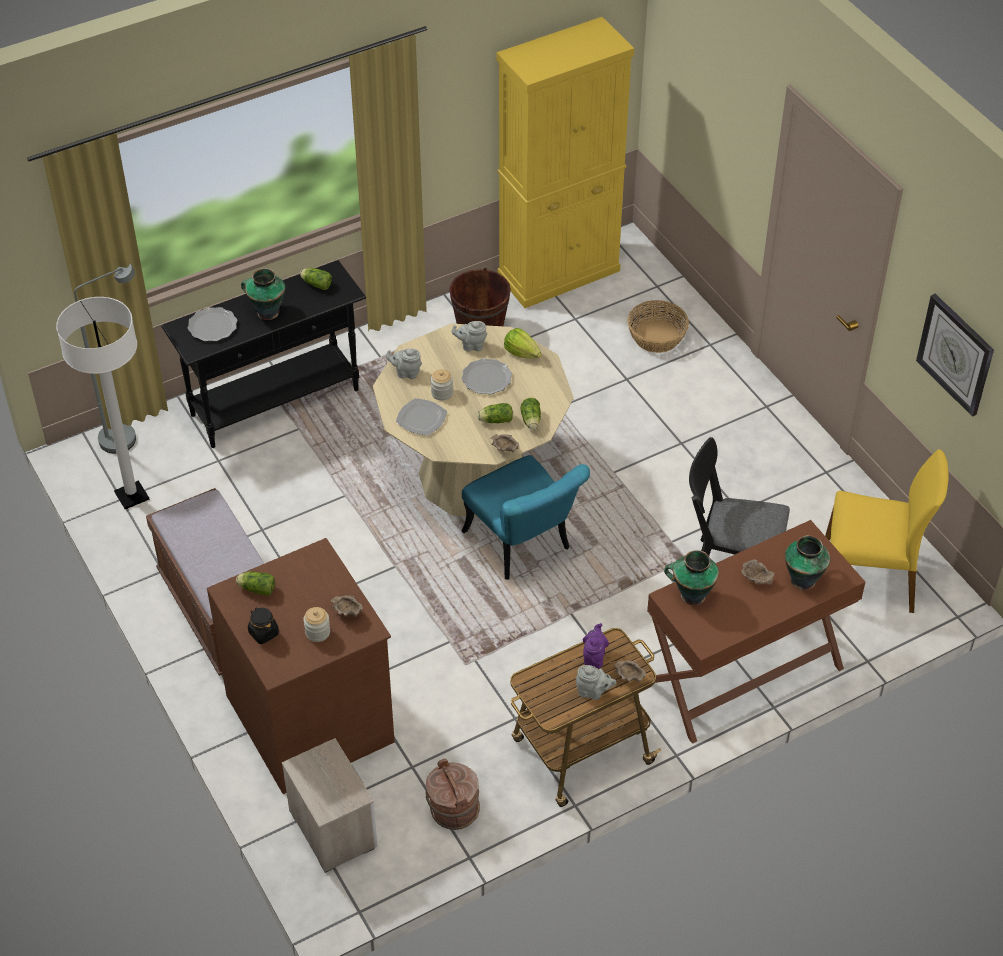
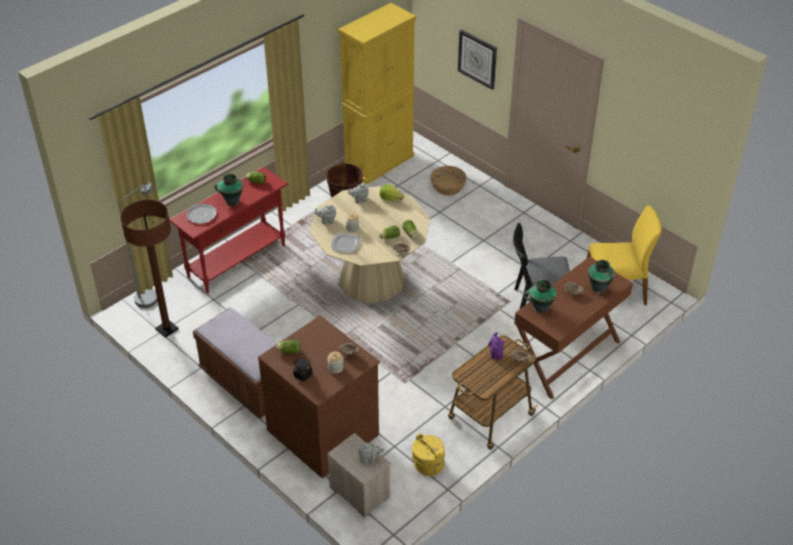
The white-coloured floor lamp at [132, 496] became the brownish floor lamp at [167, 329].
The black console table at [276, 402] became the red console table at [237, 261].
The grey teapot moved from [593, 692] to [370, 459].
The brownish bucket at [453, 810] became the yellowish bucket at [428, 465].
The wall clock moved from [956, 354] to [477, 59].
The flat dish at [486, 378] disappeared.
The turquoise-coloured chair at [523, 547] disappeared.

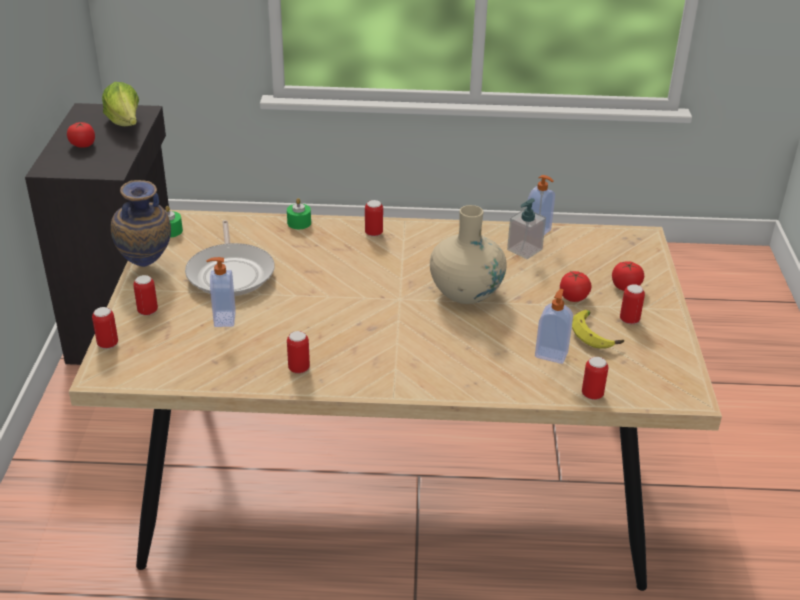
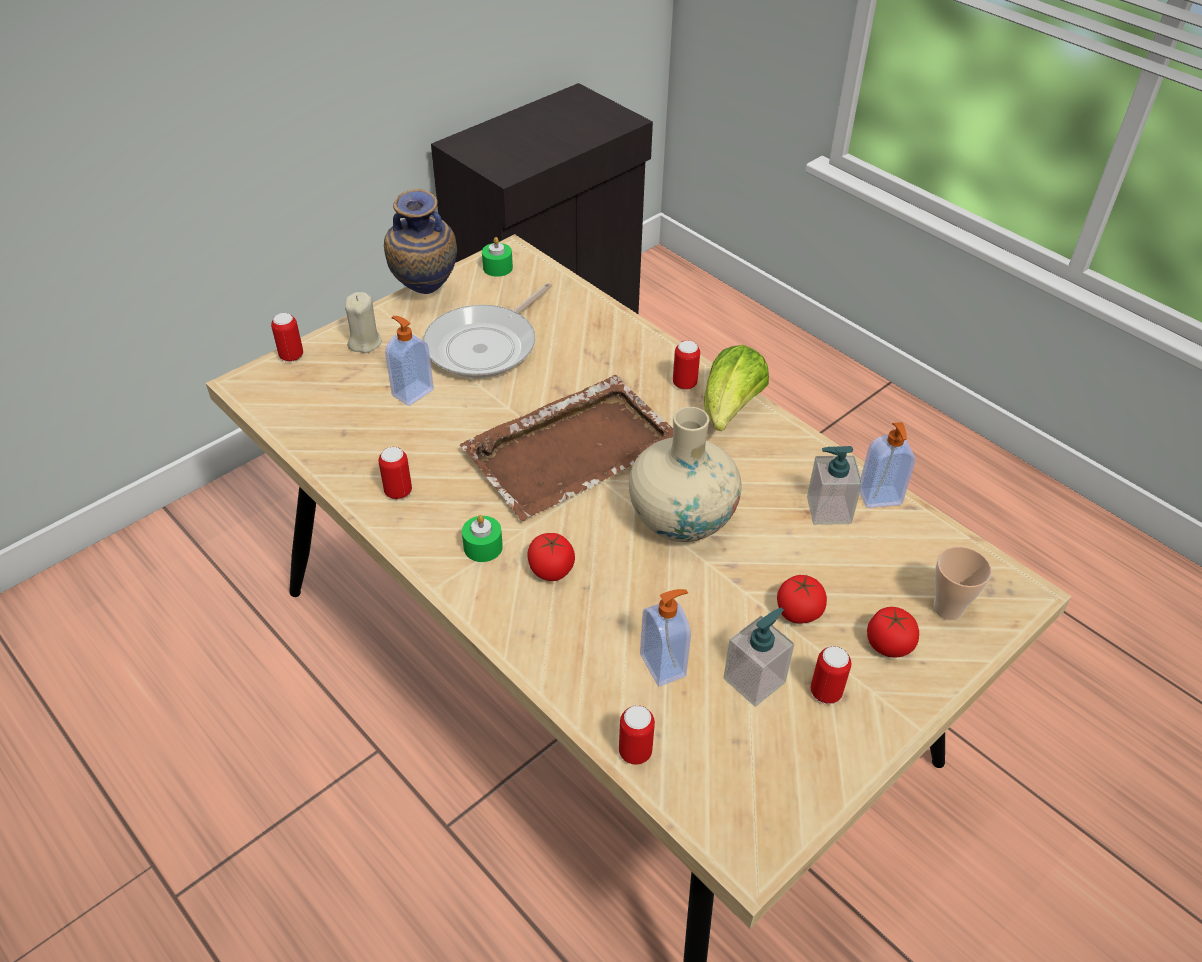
The can at [148, 311] was replaced by the sand-coloured wax candle at [365, 342].
The brownish serving tray at [574, 449] appeared.
The green wax candle moved from [299, 223] to [483, 547].
The tomato moved from [83, 145] to [551, 569].
The lettuce head moved from [125, 124] to [730, 411].
The whole banana at [596, 334] was replaced by the soap bottle at [754, 680].
The small cup at [948, 608] appeared.

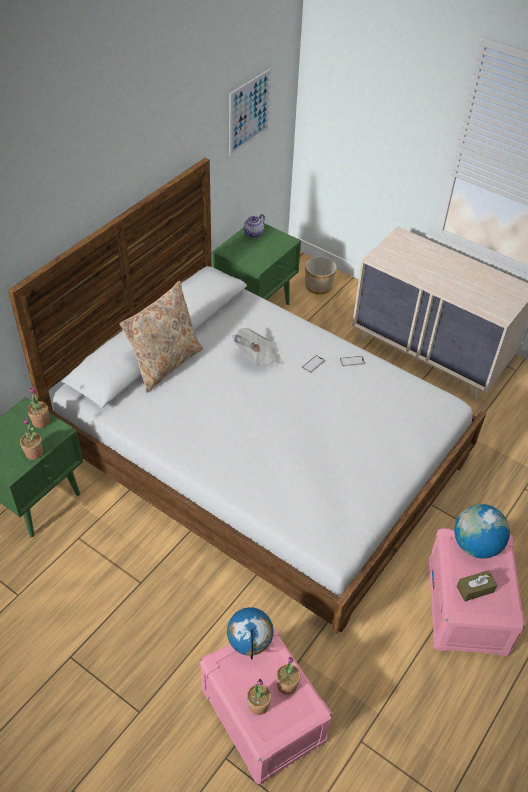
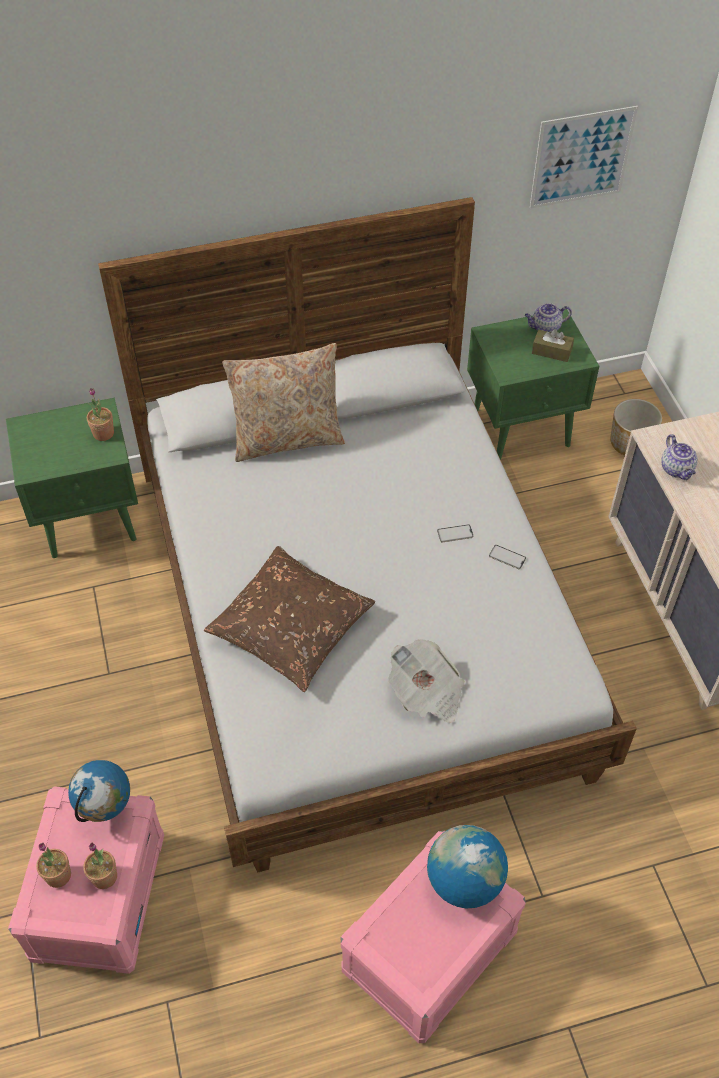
The brownish pillow at [291, 626] appeared.
The newspaper moved from [258, 357] to [426, 693].
The brownish tissue box moved from [475, 589] to [551, 351].
The teapot at [677, 469] appeared.
The potted plant at [34, 453] disappeared.

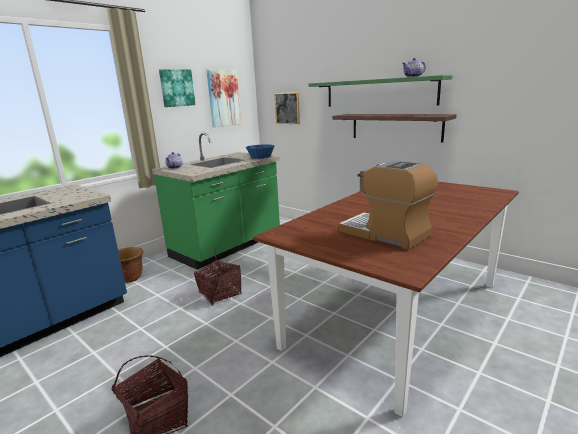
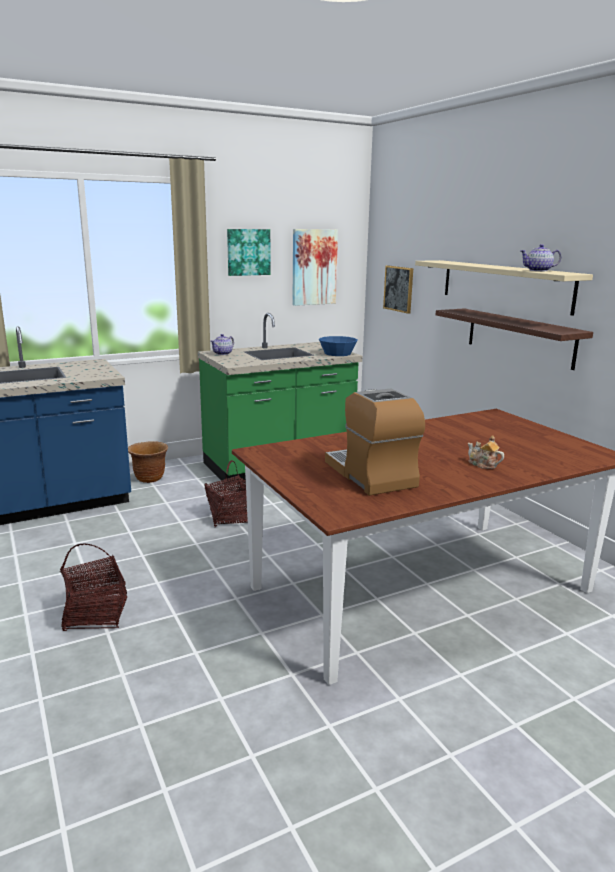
The green bracket shelf at [379, 93] became the sand-coloured bracket shelf at [504, 285].
The teapot at [483, 464] appeared.

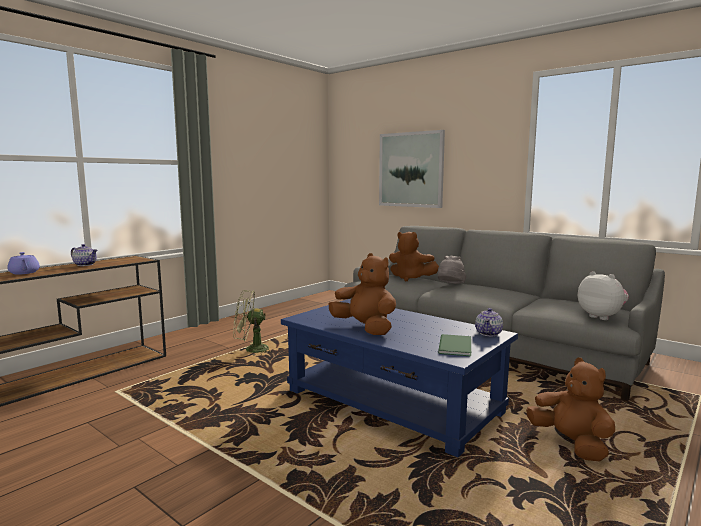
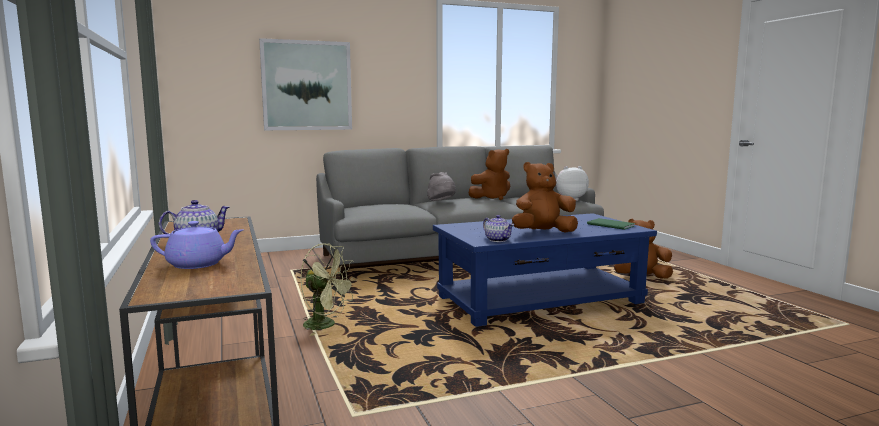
The green cooling fan at [251, 350] turned 90 degrees counterclockwise.
The brownish soft toy moved from [410, 278] to [491, 198].
The teapot moved from [489, 333] to [498, 240].

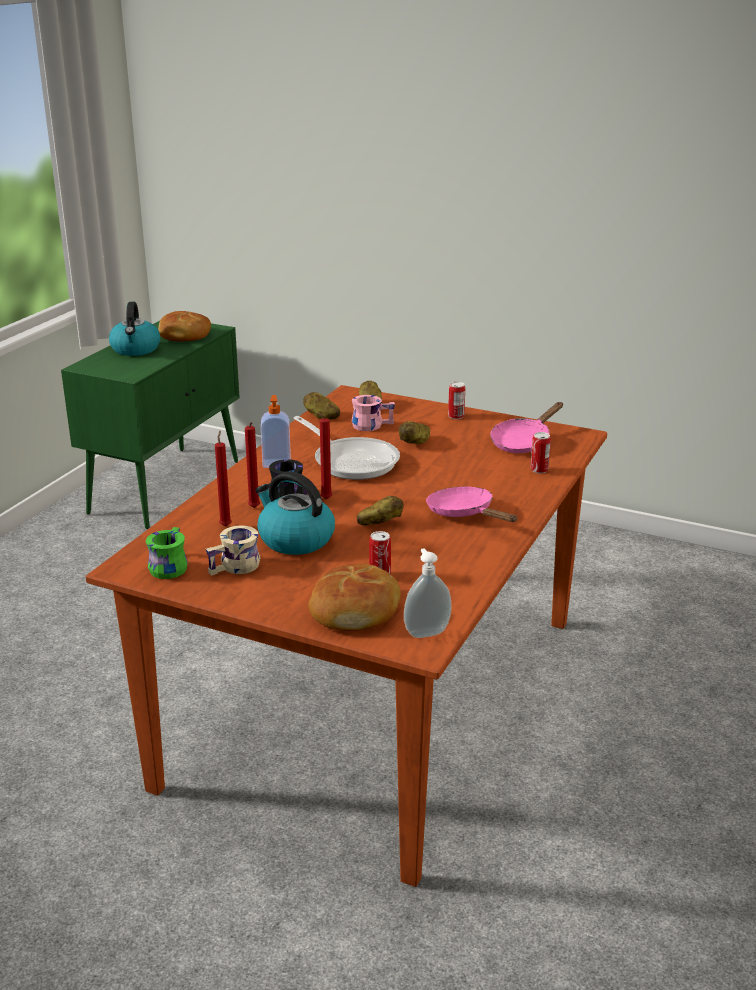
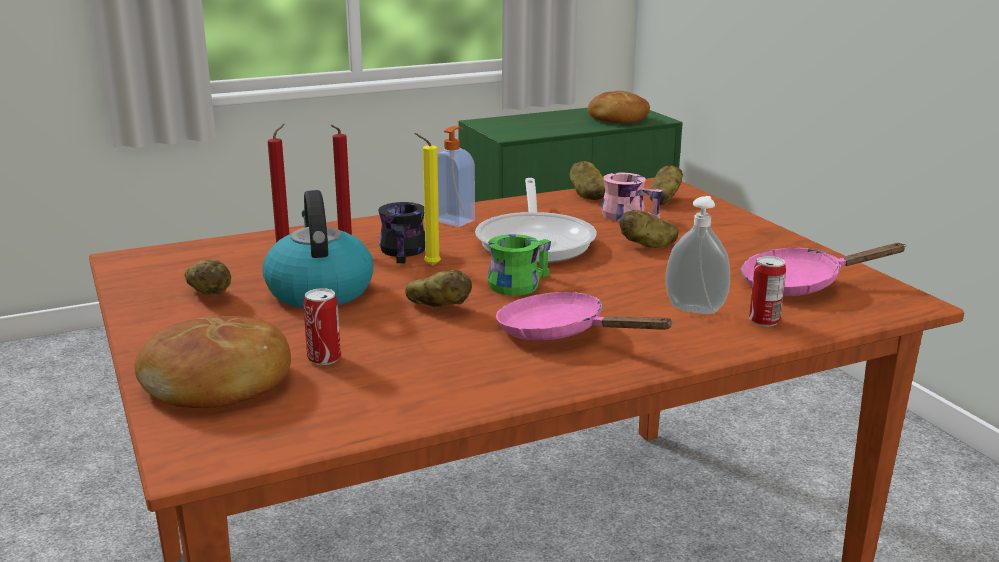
The sand-coloured coffee mug at [236, 568] was replaced by the spud at [209, 295].
The red wax candle at [324, 499] became the yellowish wax candle at [429, 266].
The green coffee mug moved from [167, 566] to [517, 283].
The pinkish pan at [464, 513] turned 60 degrees counterclockwise.
The soap bottle moved from [426, 632] to [695, 308].
The kettle at [136, 349] disappeared.
The can at [456, 416] disappeared.

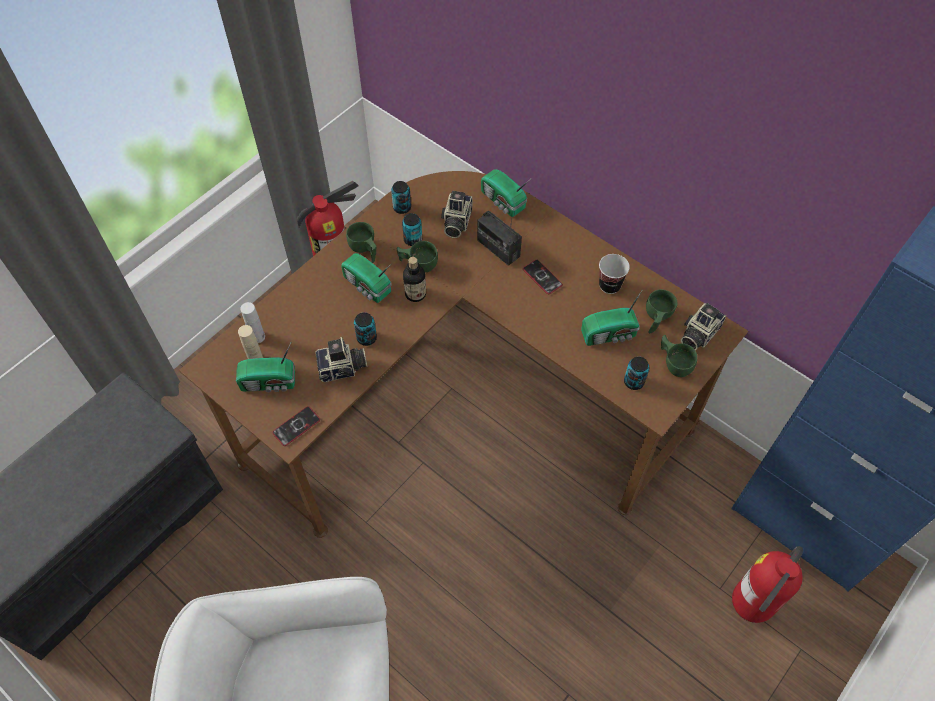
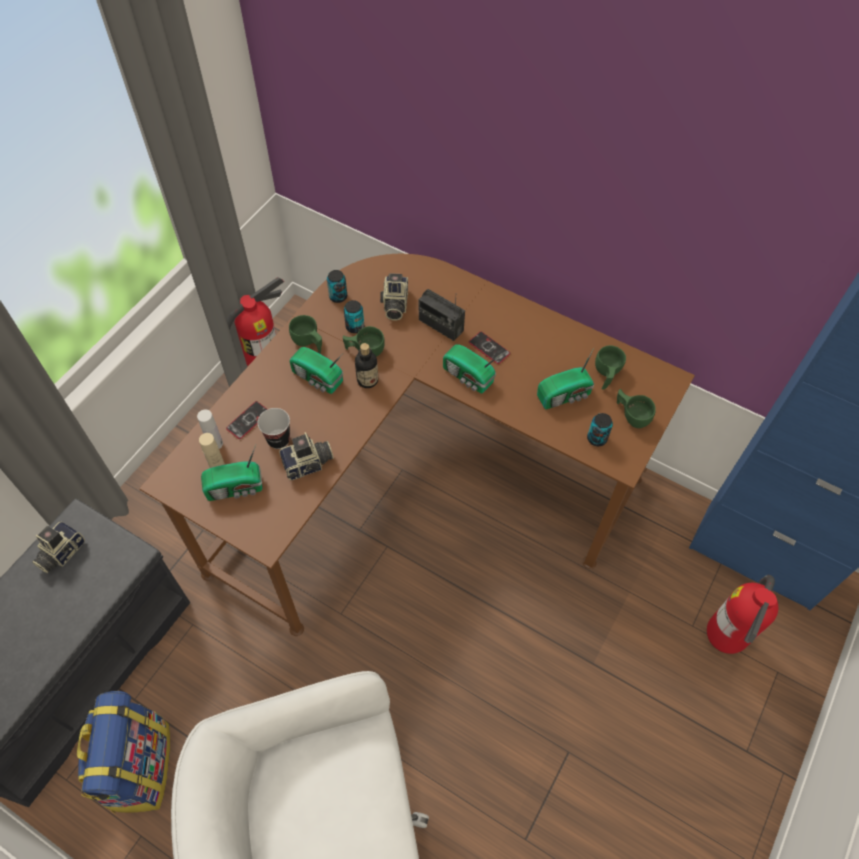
The photo camera moved from [697, 334] to [60, 552].
The rucksack at [139, 766] appeared.
The phone moved from [296, 426] to [248, 420].
The small cup moved from [609, 285] to [278, 439].
The radio receiver moved from [503, 202] to [468, 377].
The can at [366, 338] disappeared.

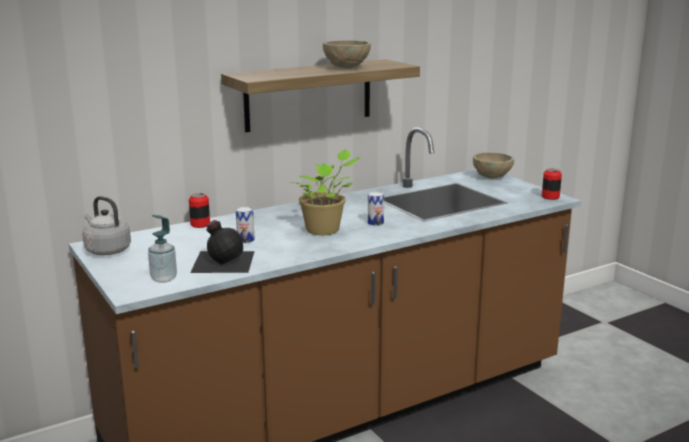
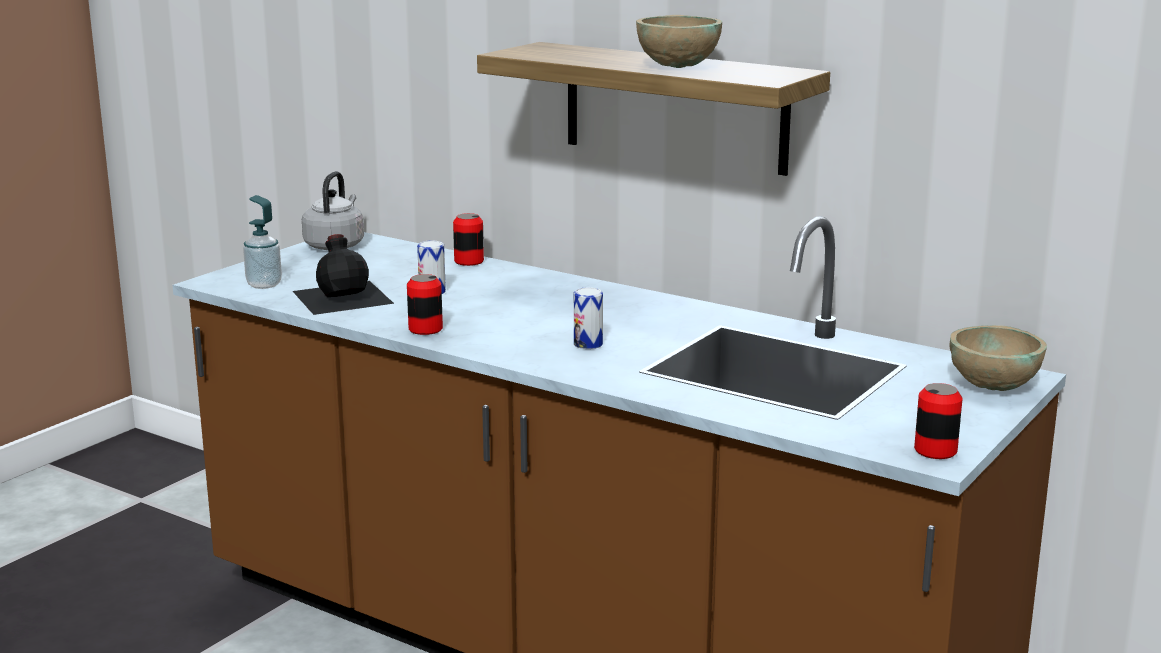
The can at [425, 329] appeared.
The potted plant at [325, 230] disappeared.

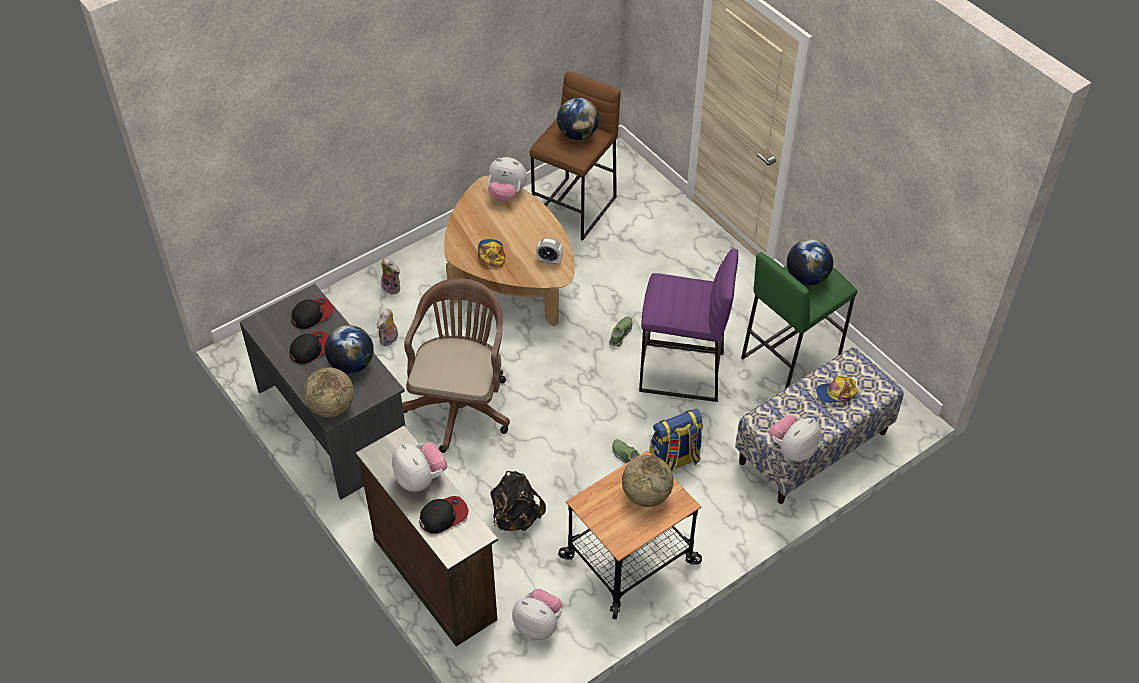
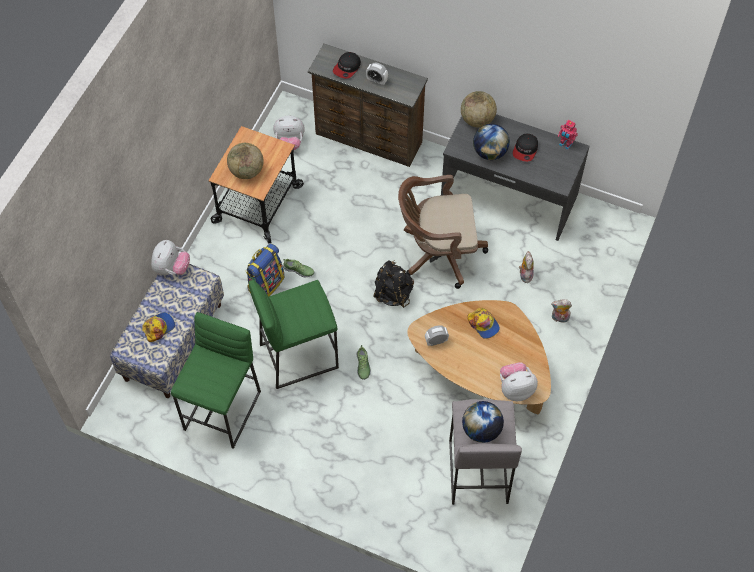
The purplish stool at [681, 373] became the green stool at [298, 355].
The soft toy at [420, 479] was replaced by the alarm clock at [377, 81].
The black rucksack moved from [516, 517] to [392, 293].
The brownish computer chair at [461, 403] turned 105 degrees clockwise.
The brownish stool at [575, 209] became the grey stool at [477, 471].
The toy robot at [565, 145] appeared.
The peaked cap at [312, 314] disappeared.
The world globe at [806, 278] disappeared.

